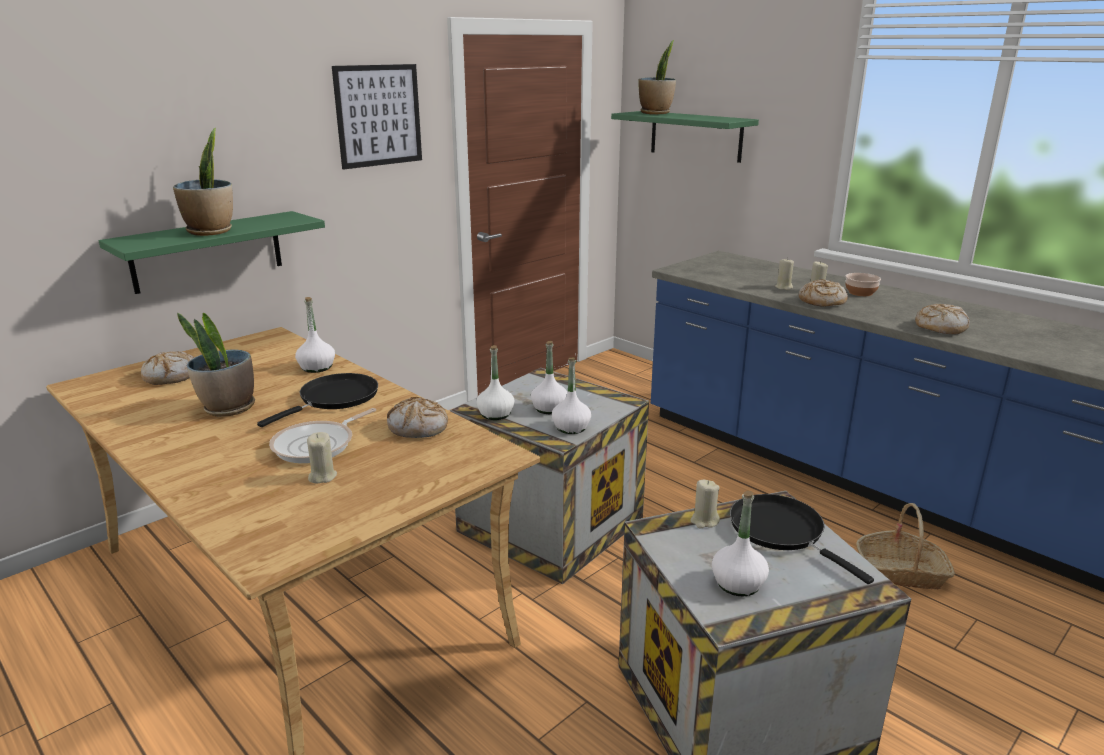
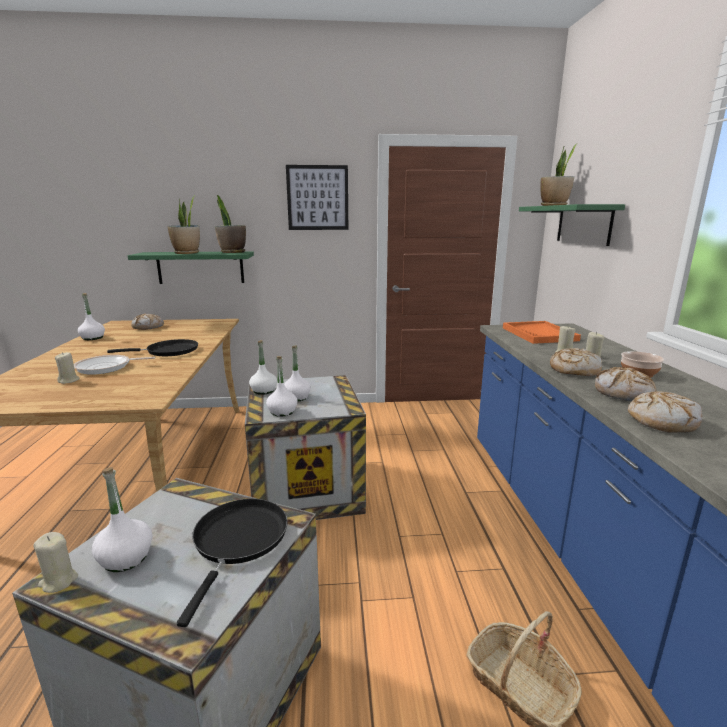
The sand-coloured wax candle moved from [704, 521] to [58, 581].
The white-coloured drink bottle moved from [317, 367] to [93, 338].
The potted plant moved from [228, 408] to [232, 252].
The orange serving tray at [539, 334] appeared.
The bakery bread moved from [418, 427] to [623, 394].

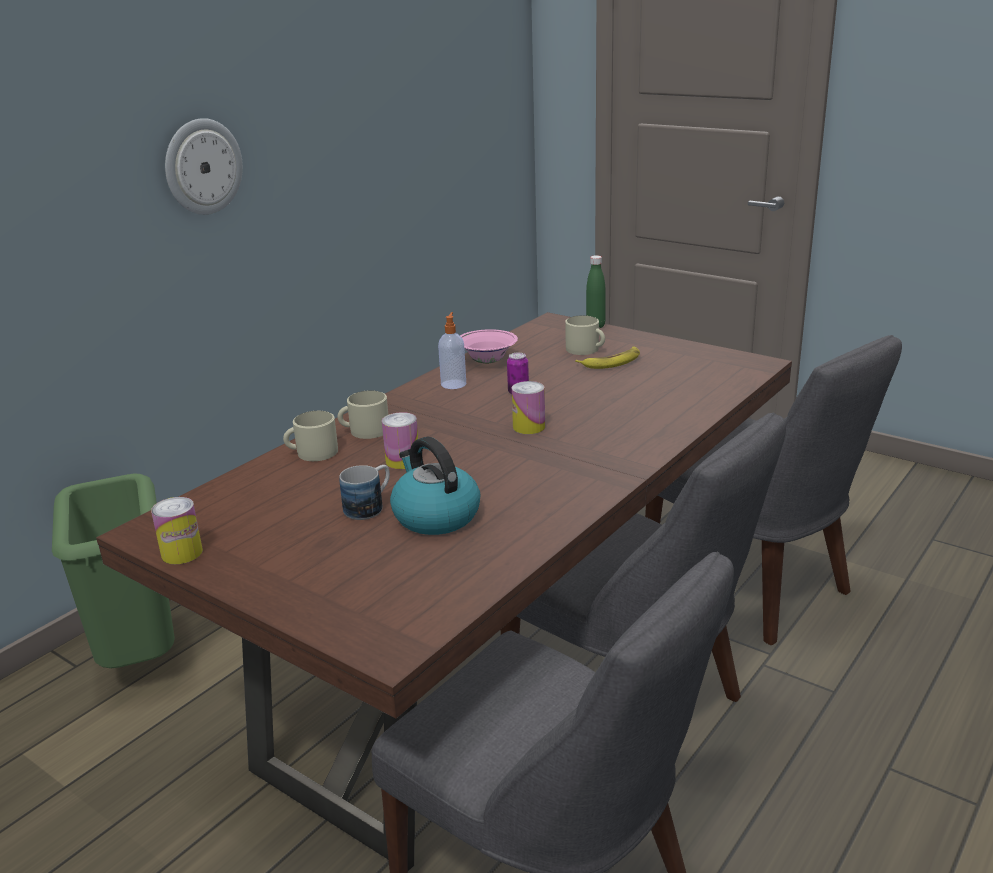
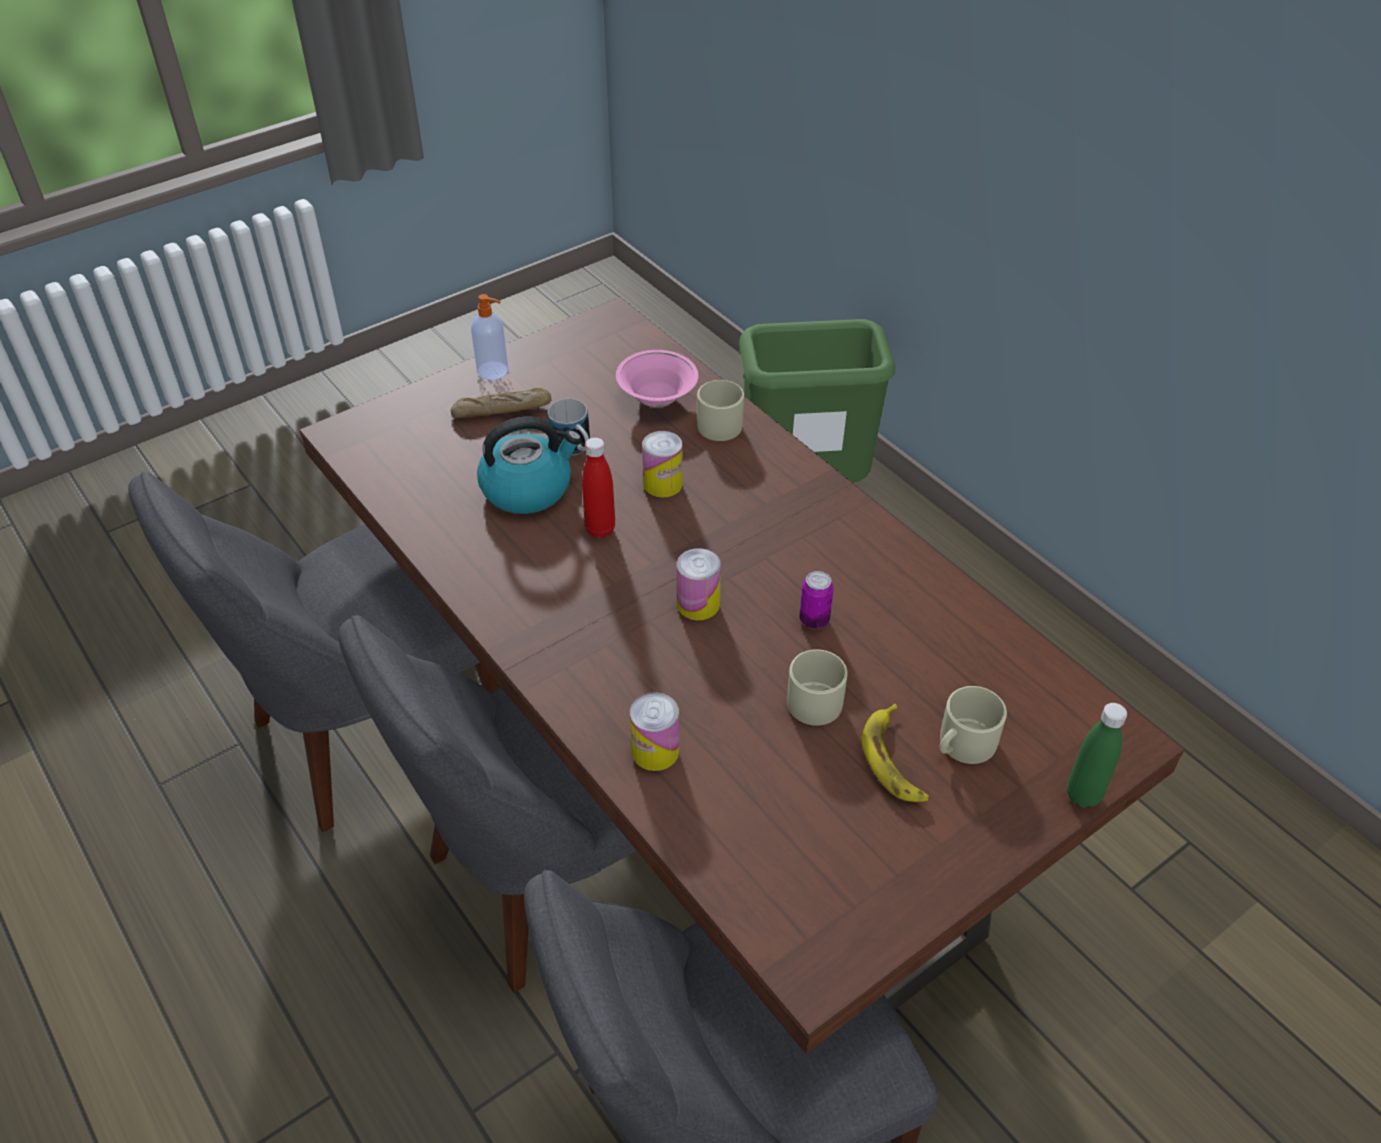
The bakery bread at [502, 411] appeared.
The soap bottle moved from [453, 384] to [494, 371].
The red drink bottle at [600, 529] appeared.
The pinkish bowl moved from [487, 362] to [657, 399].
The can moved from [182, 553] to [655, 751].
The sand-coloured coffee mug moved from [364, 431] to [814, 697].
The wall clock at [202, 167] disappeared.

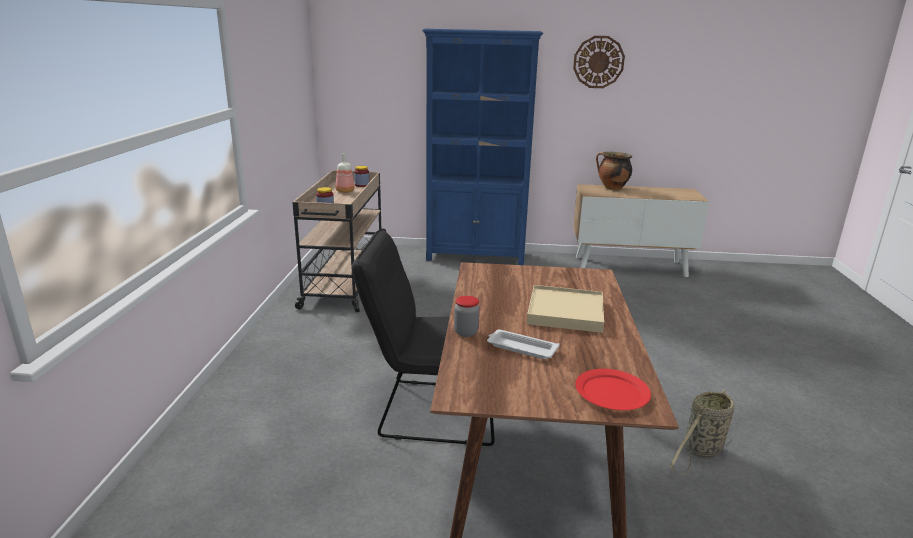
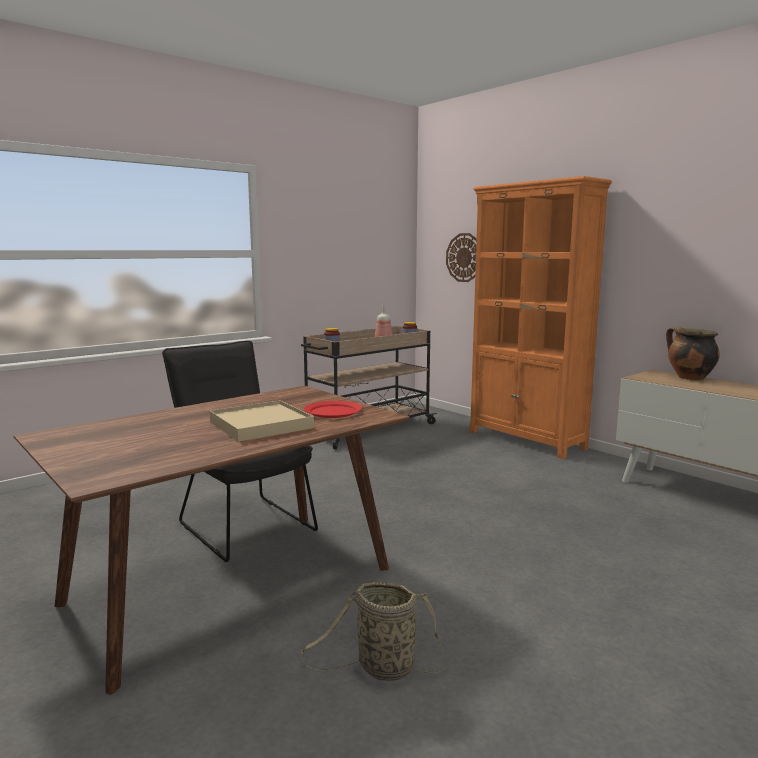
The red flat dish moved from [612, 392] to [333, 412].
The wall clock moved from [598, 62] to [464, 257].
The blue-coloured bookshelf at [476, 256] became the orange bookshelf at [526, 440].
The preserve jar at [466, 332] disappeared.
The white-coloured serving tray at [521, 348] disappeared.

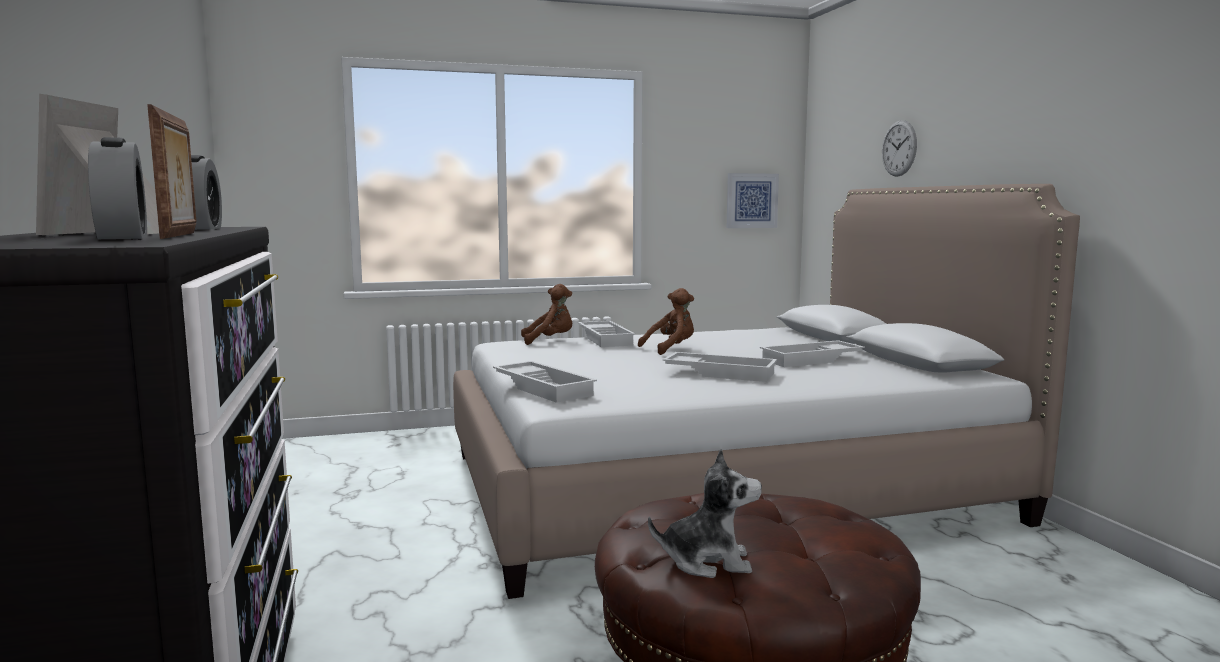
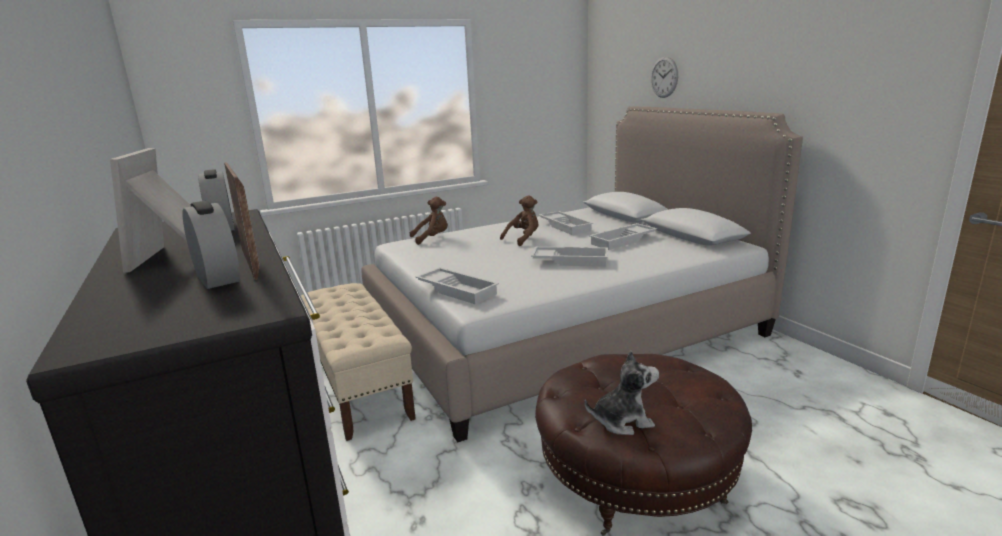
The sand-coloured long seat at [359, 386] appeared.
The white-coloured serving tray moved from [606, 339] to [566, 226].
The wall art at [751, 200] disappeared.

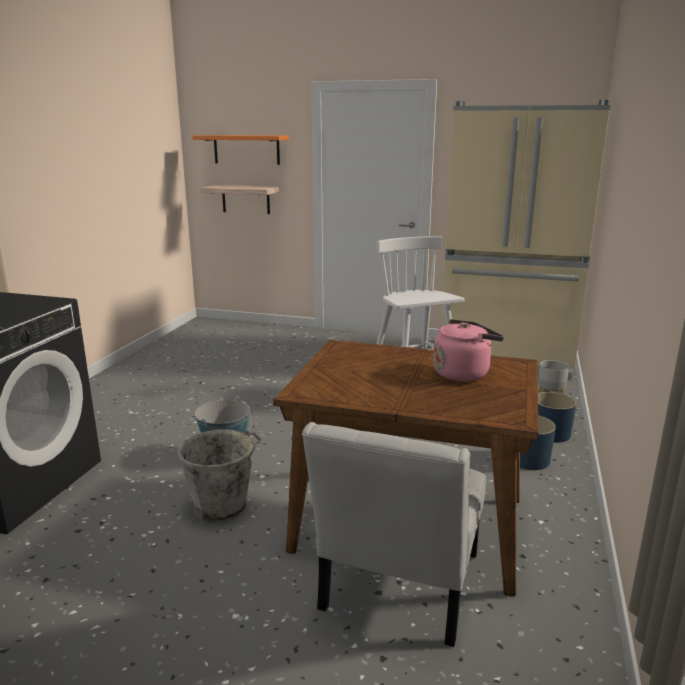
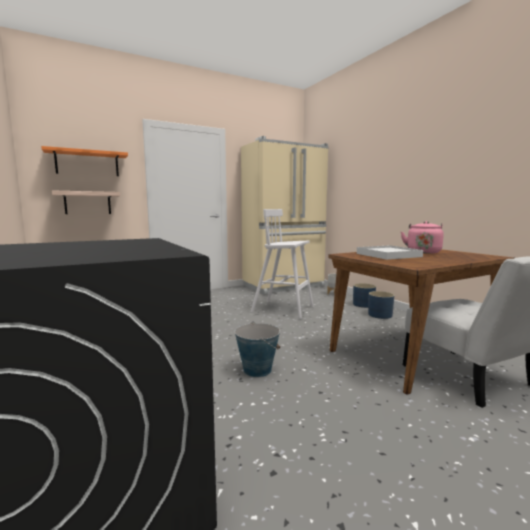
The white-coloured serving tray at [388, 255] appeared.
The grey bucket at [223, 507] disappeared.

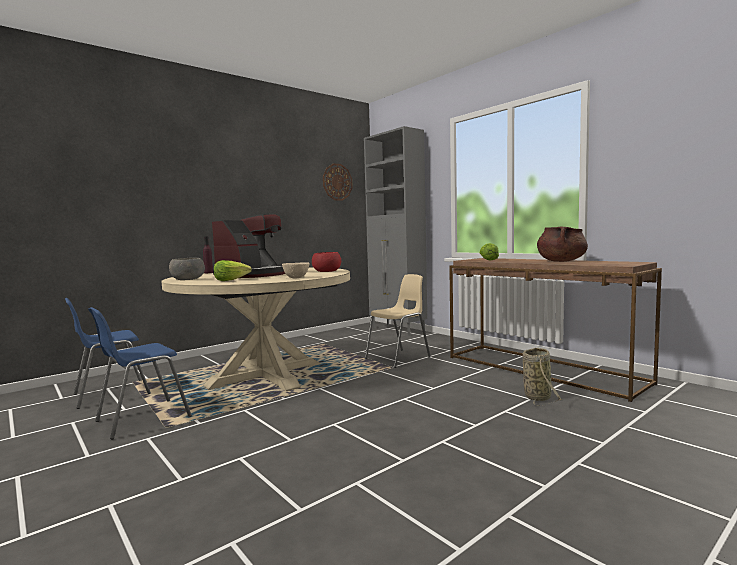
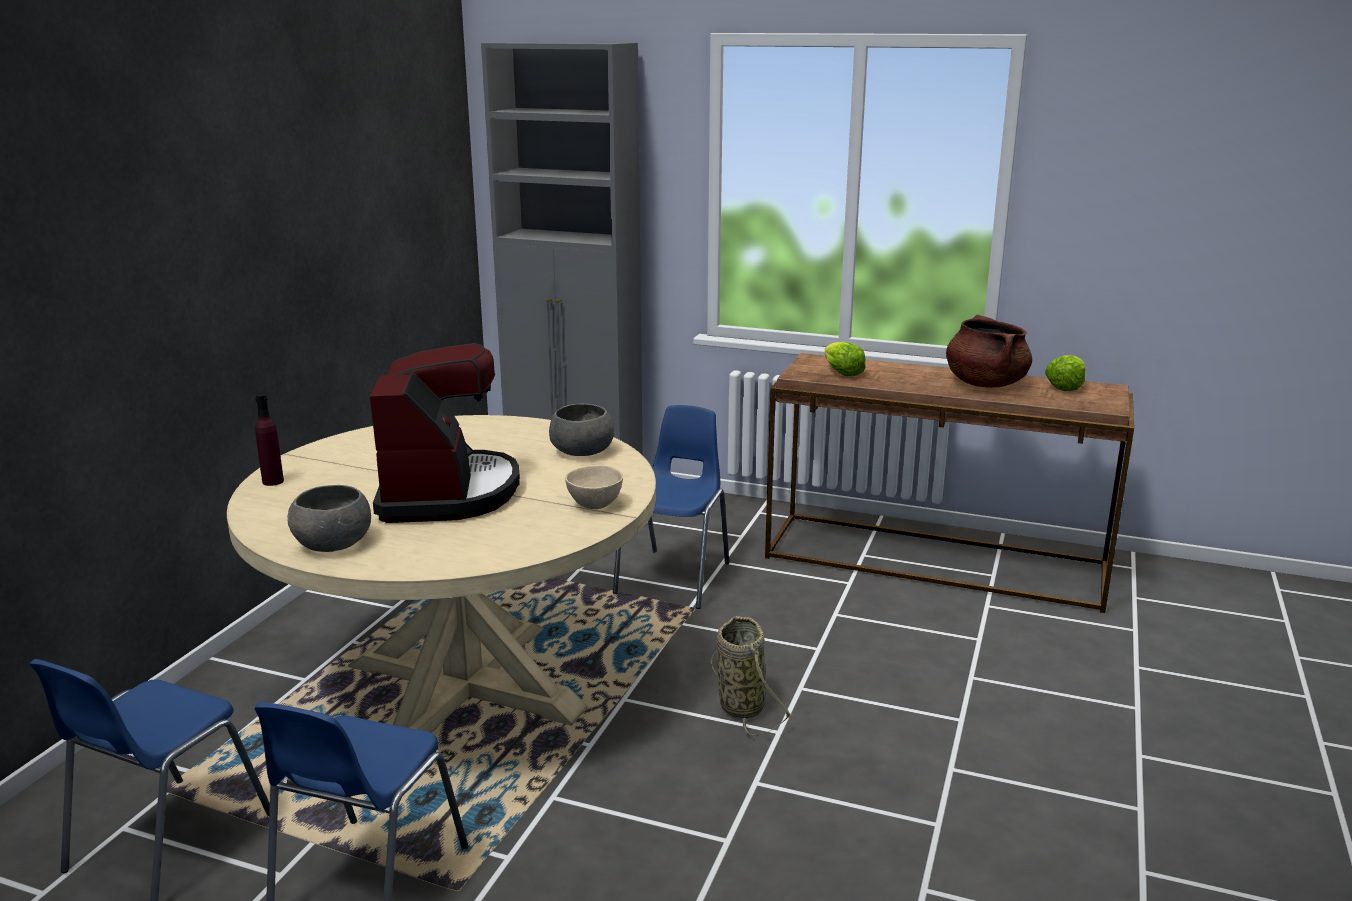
The red bowl at [326, 271] became the grey bowl at [581, 451].
The sand-coloured chair at [399, 358] became the blue-coloured chair at [675, 578].
The household basket moved from [537, 396] to [740, 704].
The lettuce head moved from [231, 280] to [1065, 386].
The wall clock at [337, 182] disappeared.

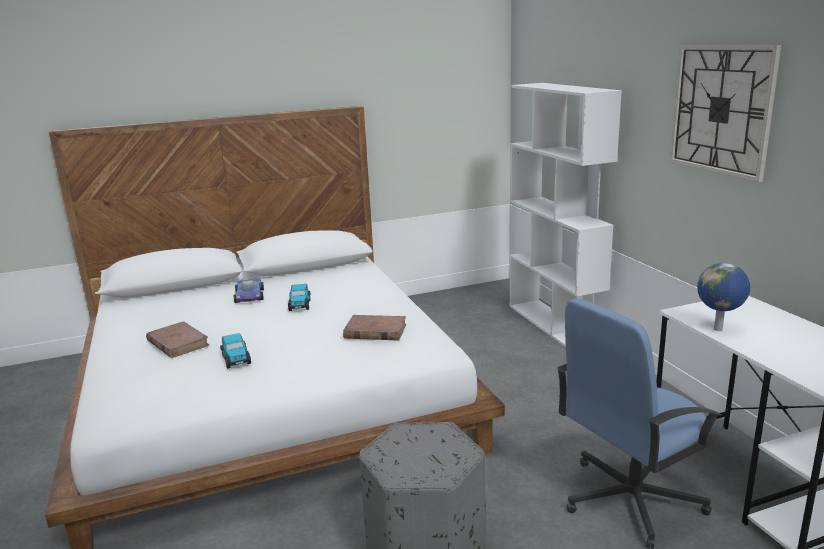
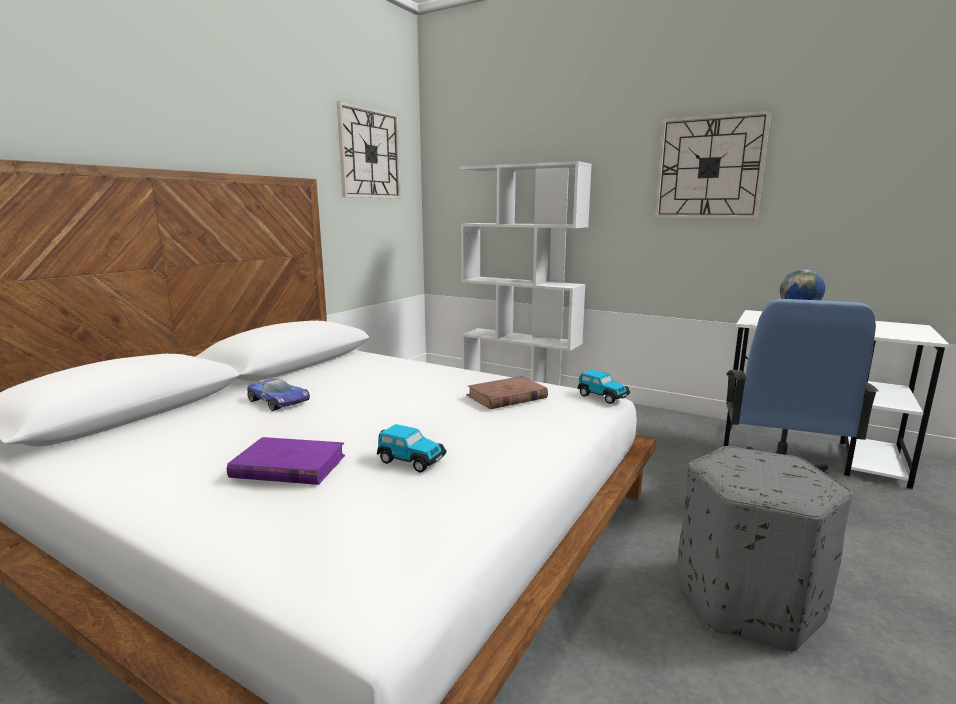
The brownish book at [178, 343] became the purplish book at [288, 466].
The wall clock at [370, 154] appeared.
The toy car moved from [299, 305] to [601, 396].

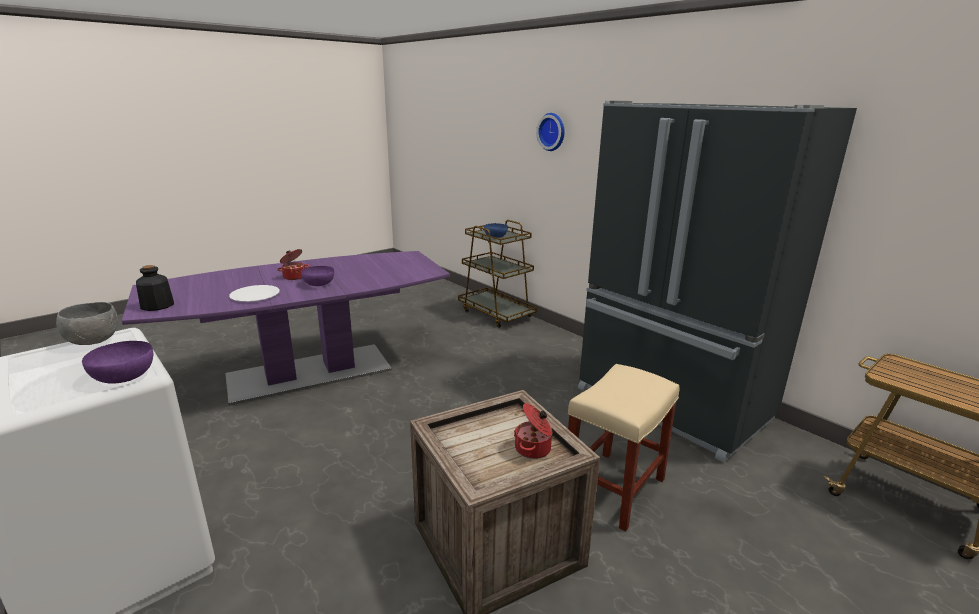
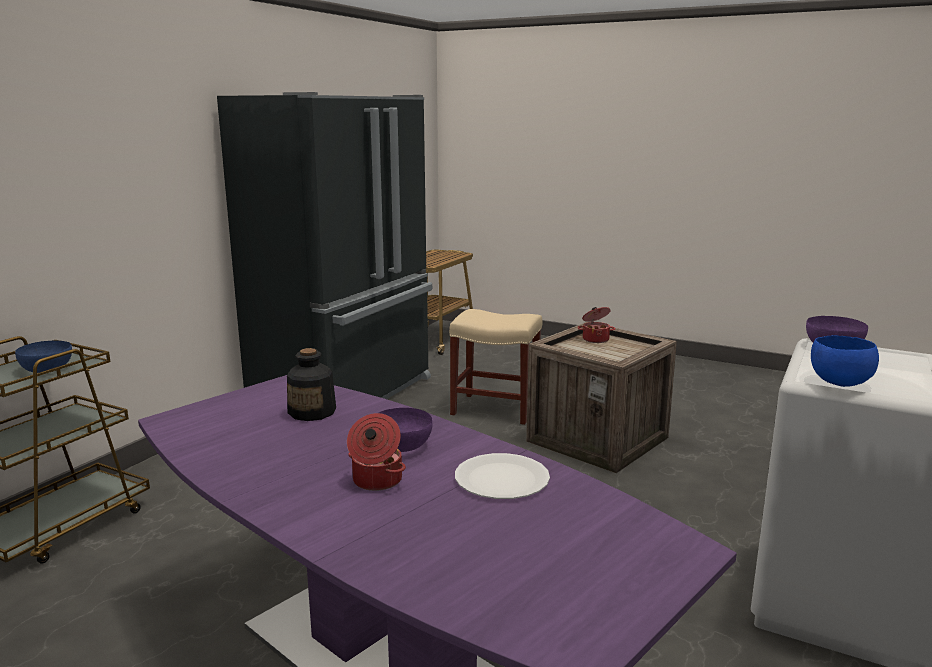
The drink bottle moved from [157, 305] to [312, 412].
The grey bowl at [94, 341] became the blue-coloured bowl at [838, 383].
The wall clock at [552, 132] disappeared.

